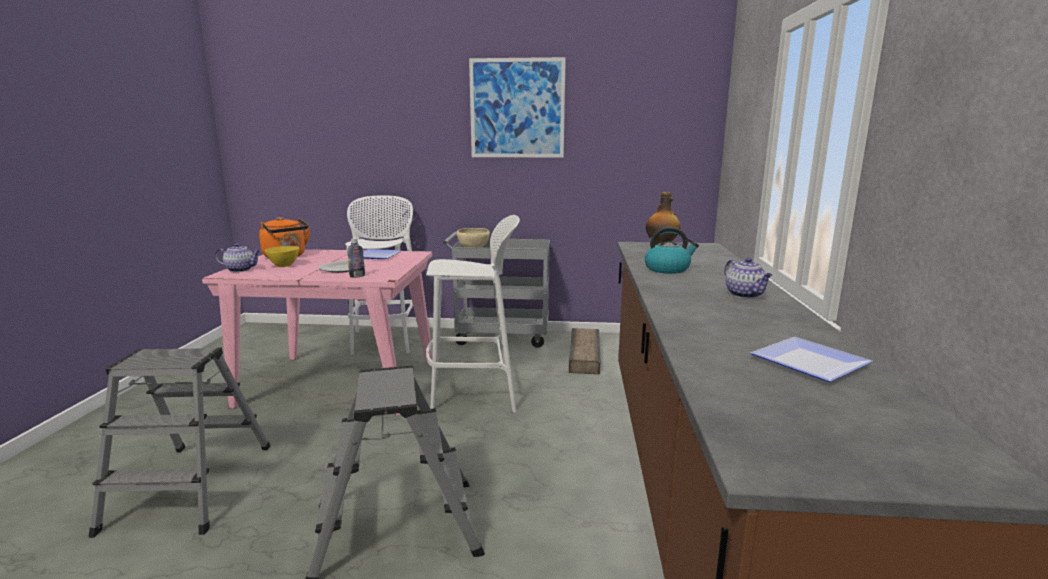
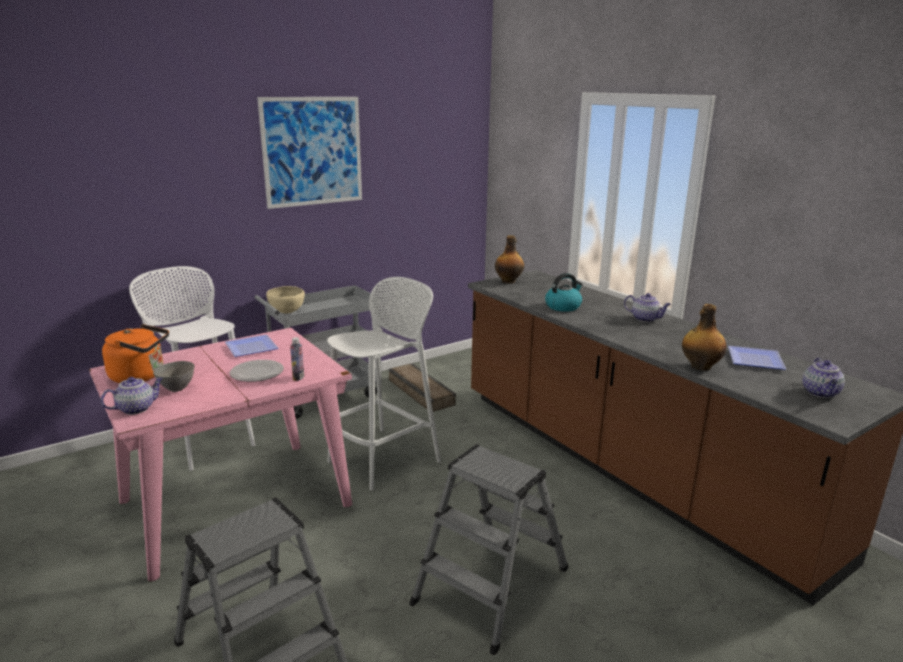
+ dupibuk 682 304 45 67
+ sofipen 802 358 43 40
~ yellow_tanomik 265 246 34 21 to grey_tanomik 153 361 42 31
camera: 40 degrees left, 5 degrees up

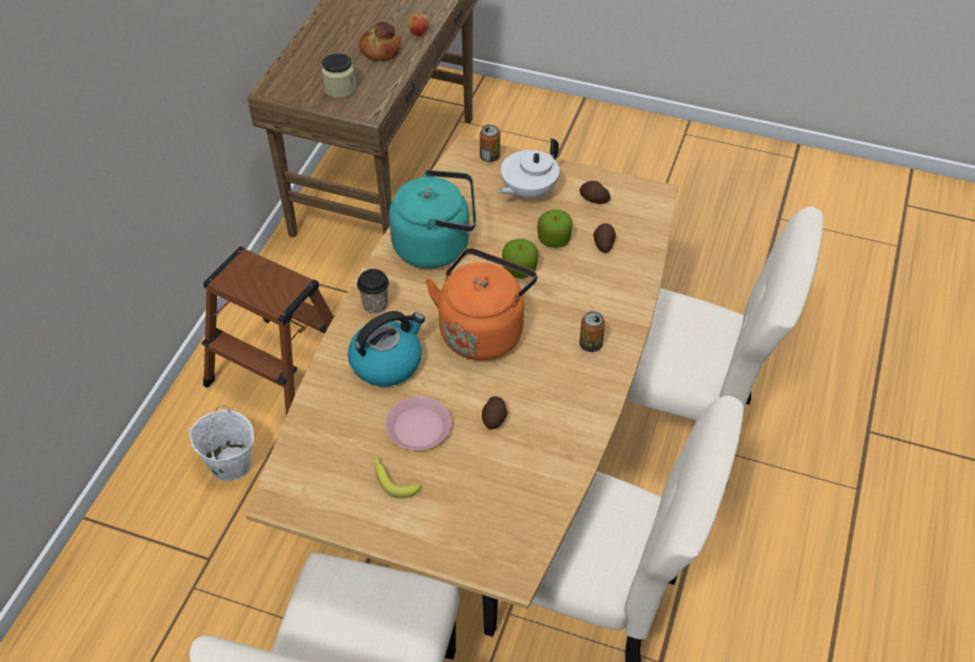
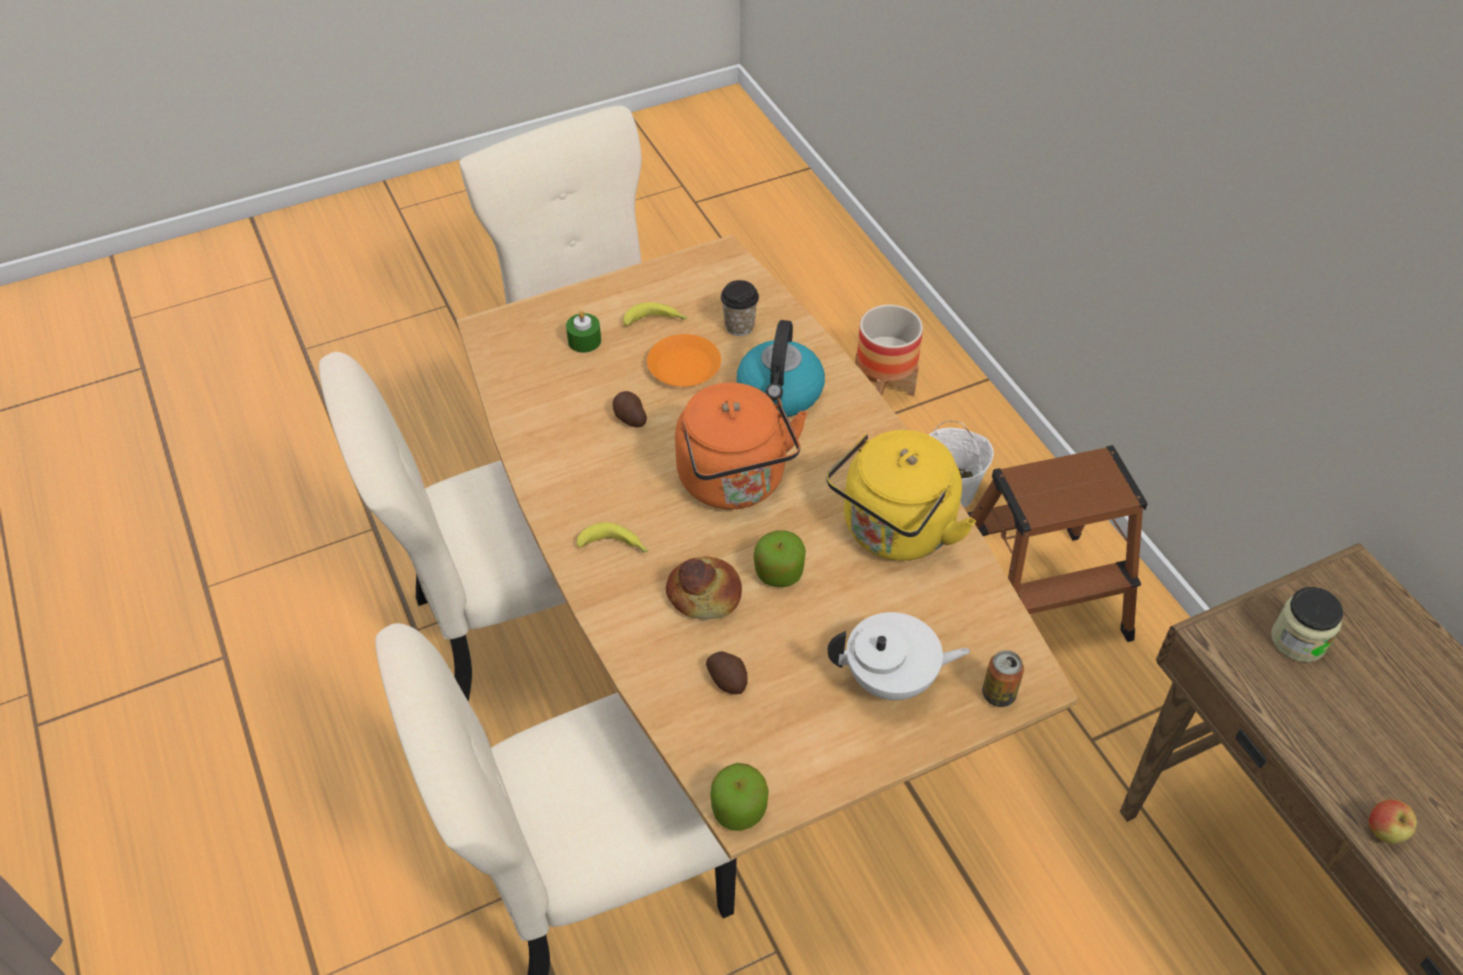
- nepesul 580 181 31 23
+ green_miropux 566 311 35 42
+ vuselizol 855 305 68 91
~ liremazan 357 269 32 45 to 721 280 38 56
~ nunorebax 359 22 41 39 to 666 557 76 63
~ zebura 537 210 36 38 to 710 763 59 68
~ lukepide 579 311 26 41 to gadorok 576 522 73 31
~ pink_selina 385 396 66 54 to orange_selina 647 334 74 53
~ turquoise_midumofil 389 169 87 99 to yellow_midumofil 826 430 150 131
~ white_sofipen 498 138 61 62 = 828 612 142 89 90 degrees clockwise
camera: 135 degrees right, 0 degrees up

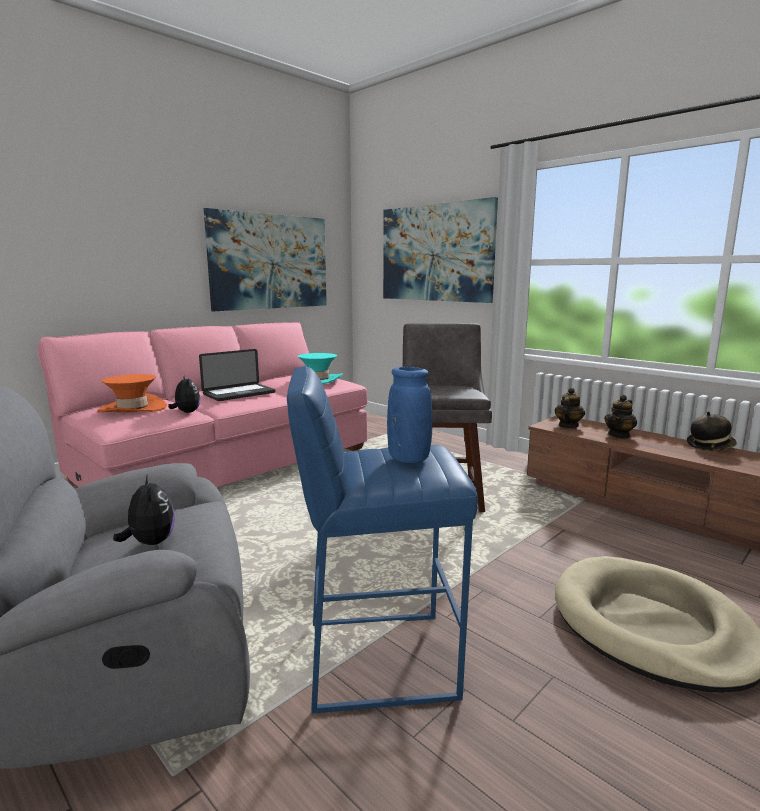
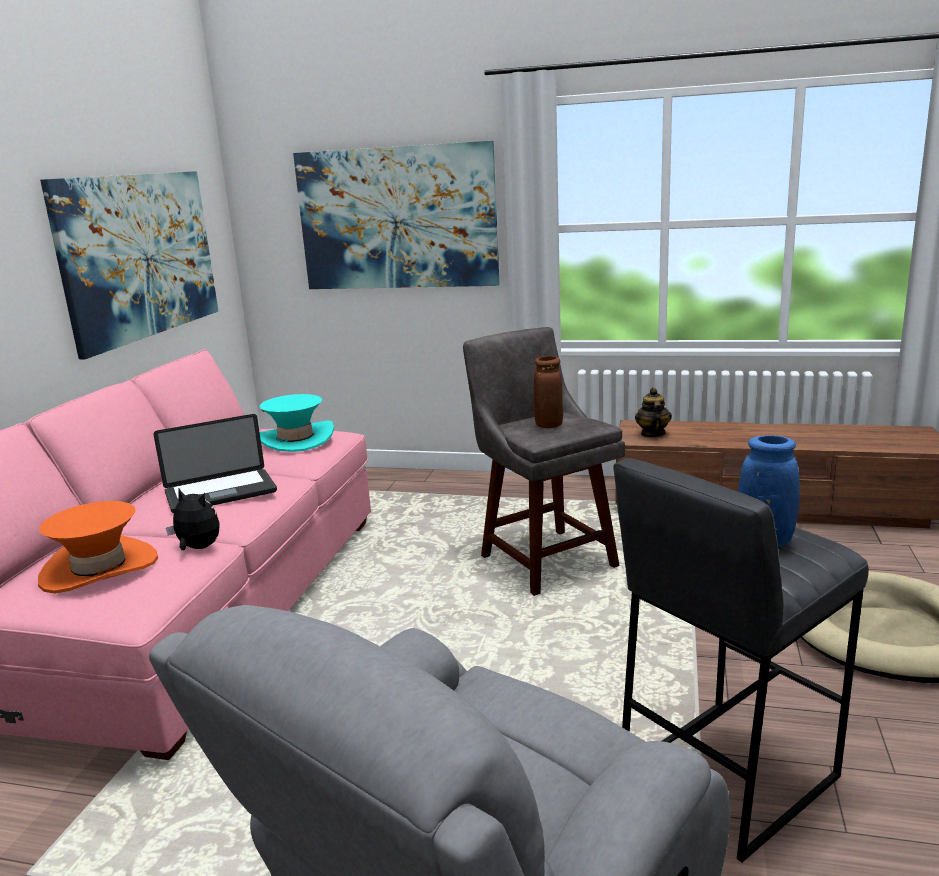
- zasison 113 474 62 71
- sofipen 604 395 33 43
- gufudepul 687 411 50 40
+ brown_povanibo 534 356 29 72
~ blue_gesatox 287 366 191 348 to grey_gesatox 614 458 255 404
~ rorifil 199 349 76 52 = 153 414 124 99 45 degrees clockwise
camera: 30 degrees left, 5 degrees up

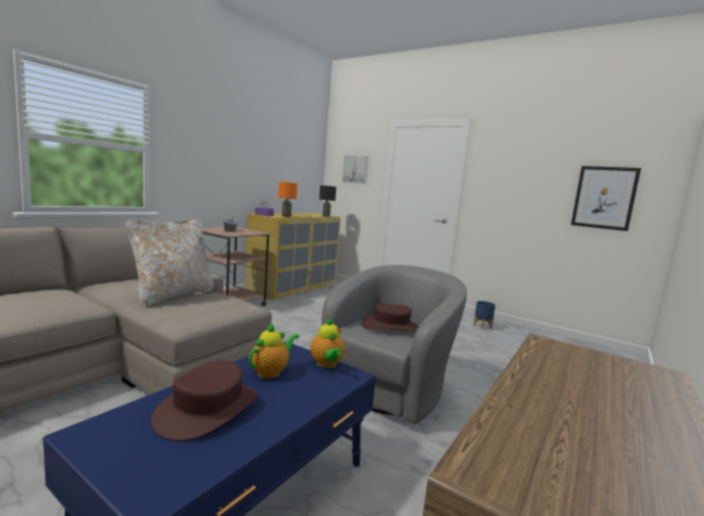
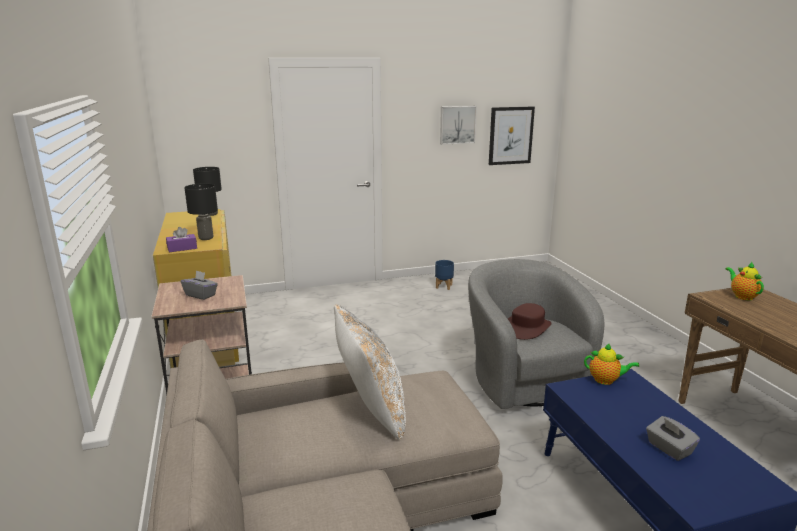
~ sofipen 248 323 51 55 to 726 262 38 38
~ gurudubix 342 155 27 29 to 440 106 37 39
~ brown_gufudepul 151 361 106 80 to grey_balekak 646 416 54 45
~ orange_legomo 278 182 20 35 to black_legomo 184 183 34 57
camera: 50 degrees left, 10 degrees up

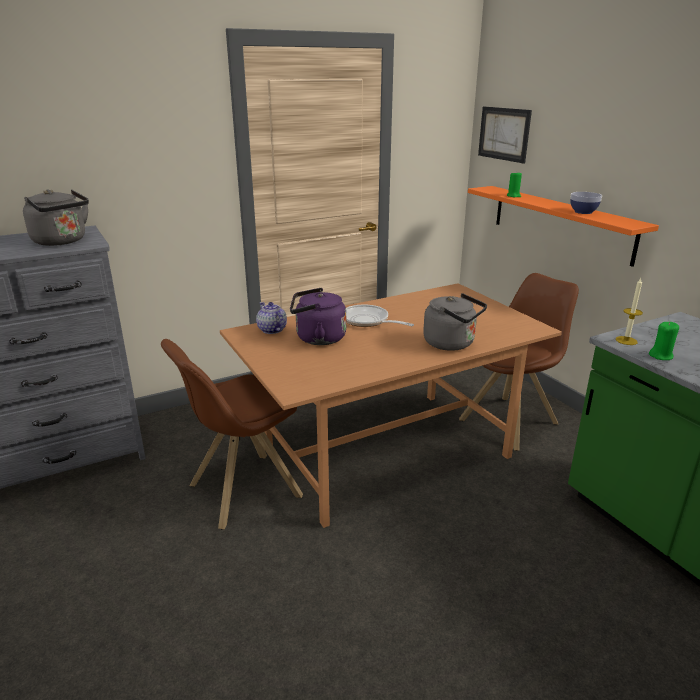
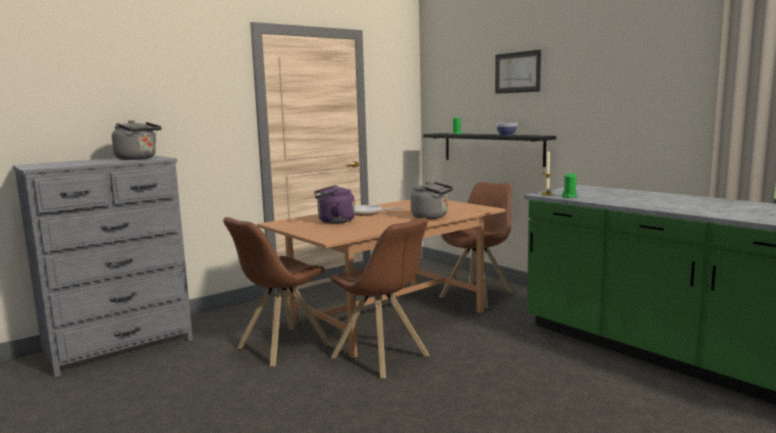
- sofipen 256 302 31 32
+ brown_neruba 330 217 100 162
~ gurudubix 478 107 54 57 to 495 50 46 44
~ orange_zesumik 468 186 191 81 to black_zesumik 423 133 133 34
camera: 10 degrees left, 15 degrees down

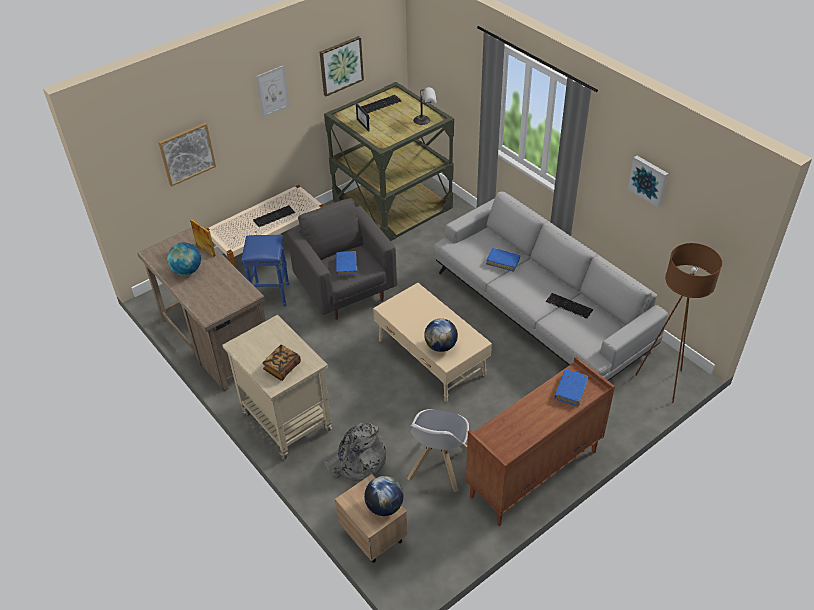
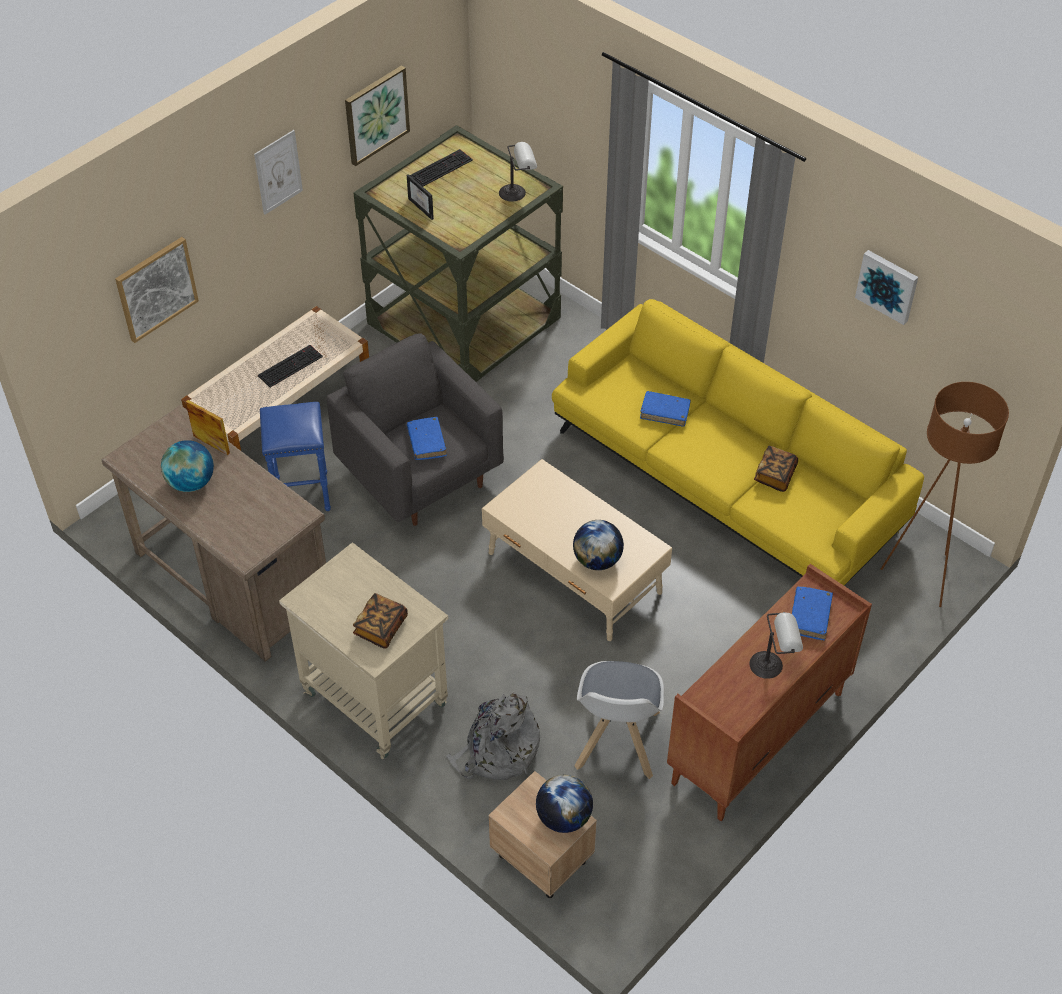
+ legomo 749 612 54 67
~ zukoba 546 293 47 26 to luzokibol 754 446 44 46
~ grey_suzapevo 433 192 235 189 to yellow_suzapevo 552 299 372 287
camera: 10 degrees left, 5 degrees up

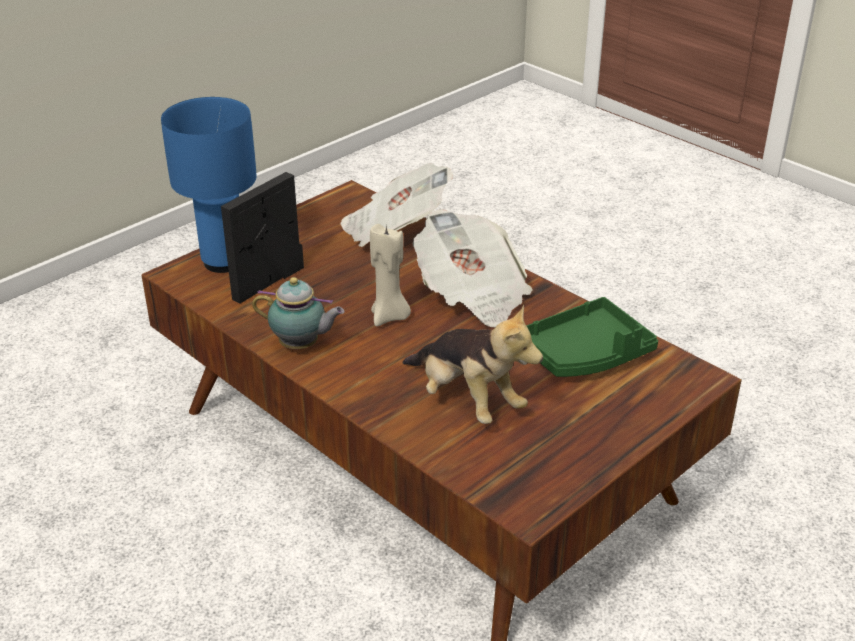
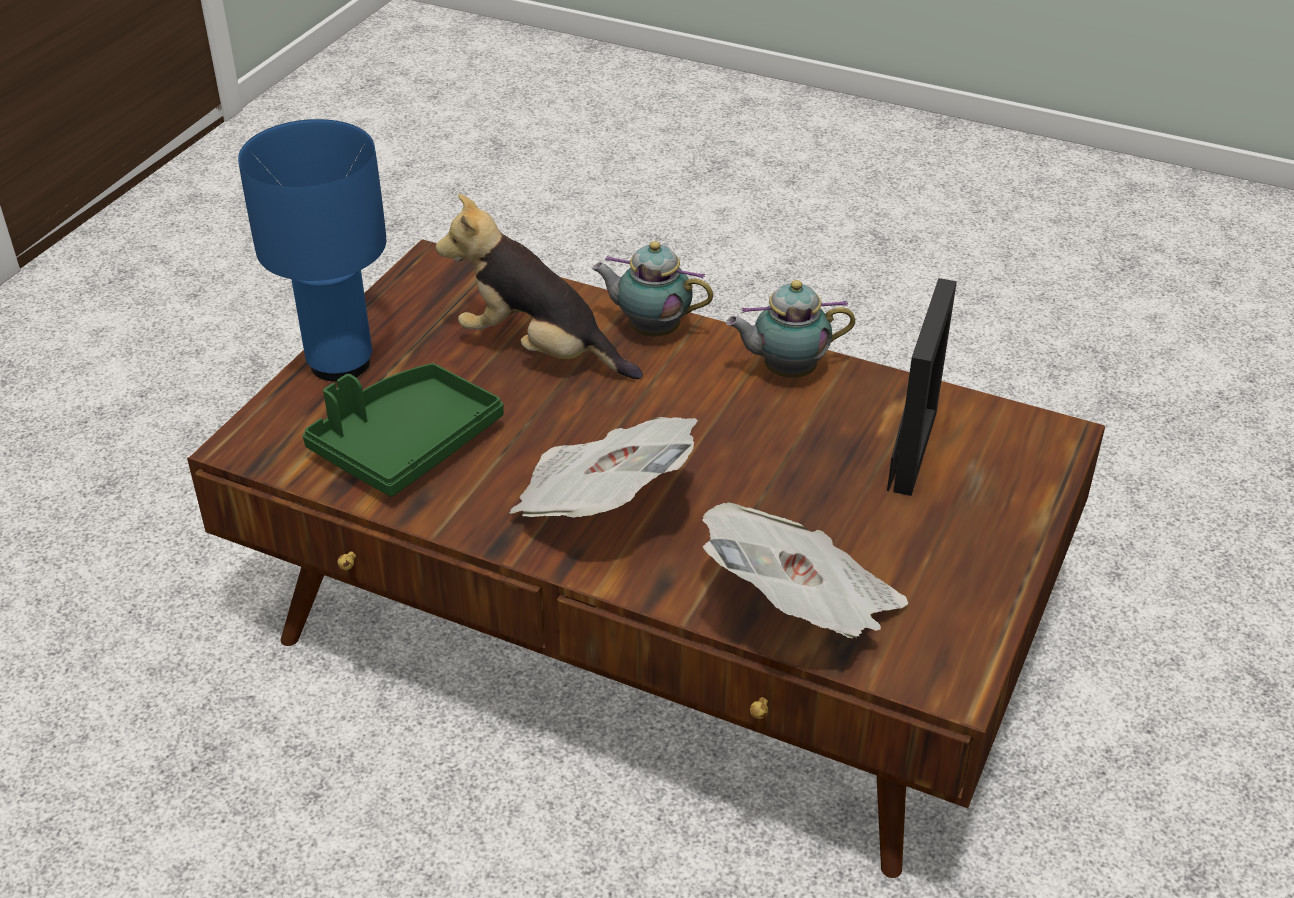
- beige_miropux 370 224 41 102
+ sofipen 592 241 121 95
~ blue_legomo 161 97 95 176 to 238 119 148 263
camera: 160 degrees right, 5 degrees up

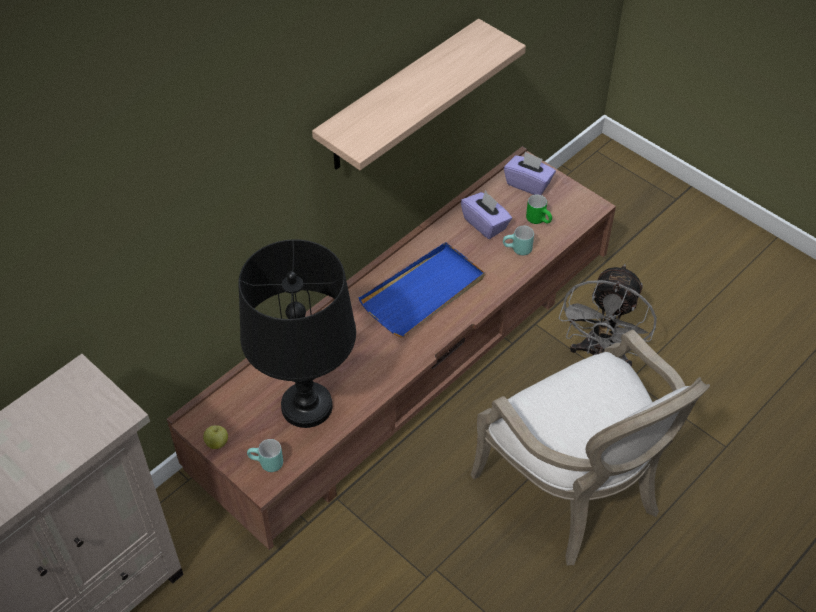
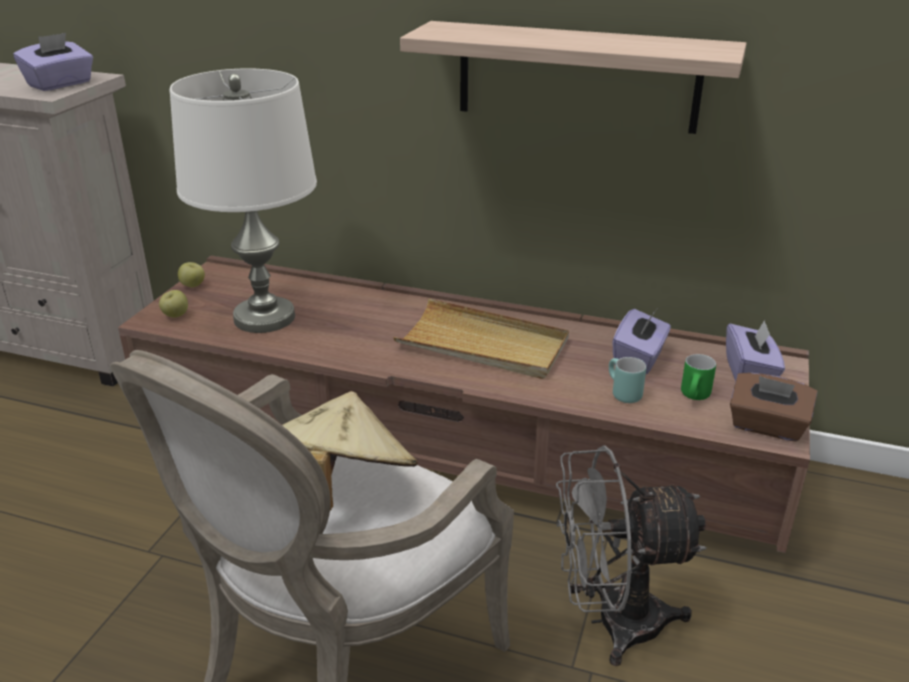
+ purple_balekak 13 33 80 58
+ beige_gufudepul 282 391 136 119
+ brown_balekak 730 373 87 69
~ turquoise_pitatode 247 439 36 33 to zebura 159 290 29 28
~ black_legomo 238 239 118 189 to white_legomo 170 68 147 265
~ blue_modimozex 358 242 127 95 to beige_modimozex 393 299 176 80
camera: 65 degrees right, 20 degrees down

